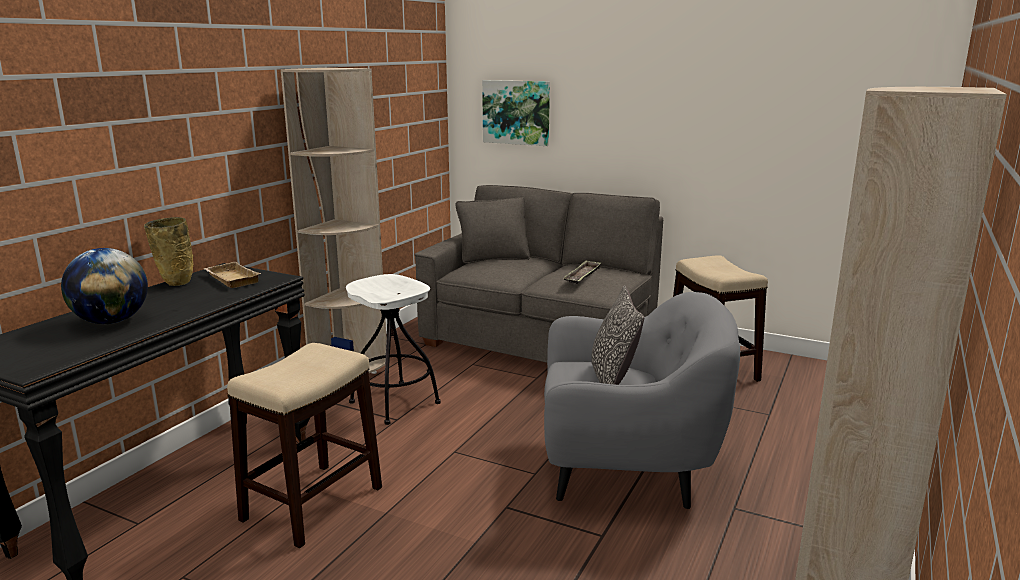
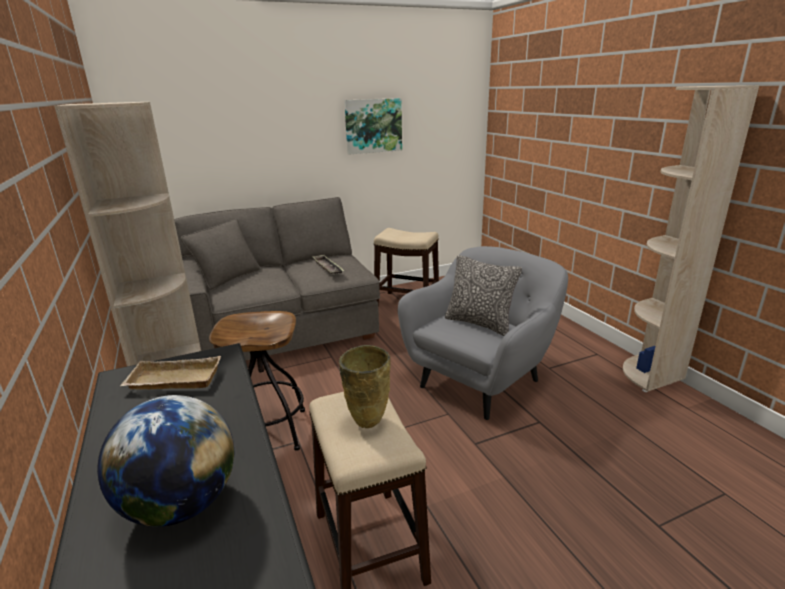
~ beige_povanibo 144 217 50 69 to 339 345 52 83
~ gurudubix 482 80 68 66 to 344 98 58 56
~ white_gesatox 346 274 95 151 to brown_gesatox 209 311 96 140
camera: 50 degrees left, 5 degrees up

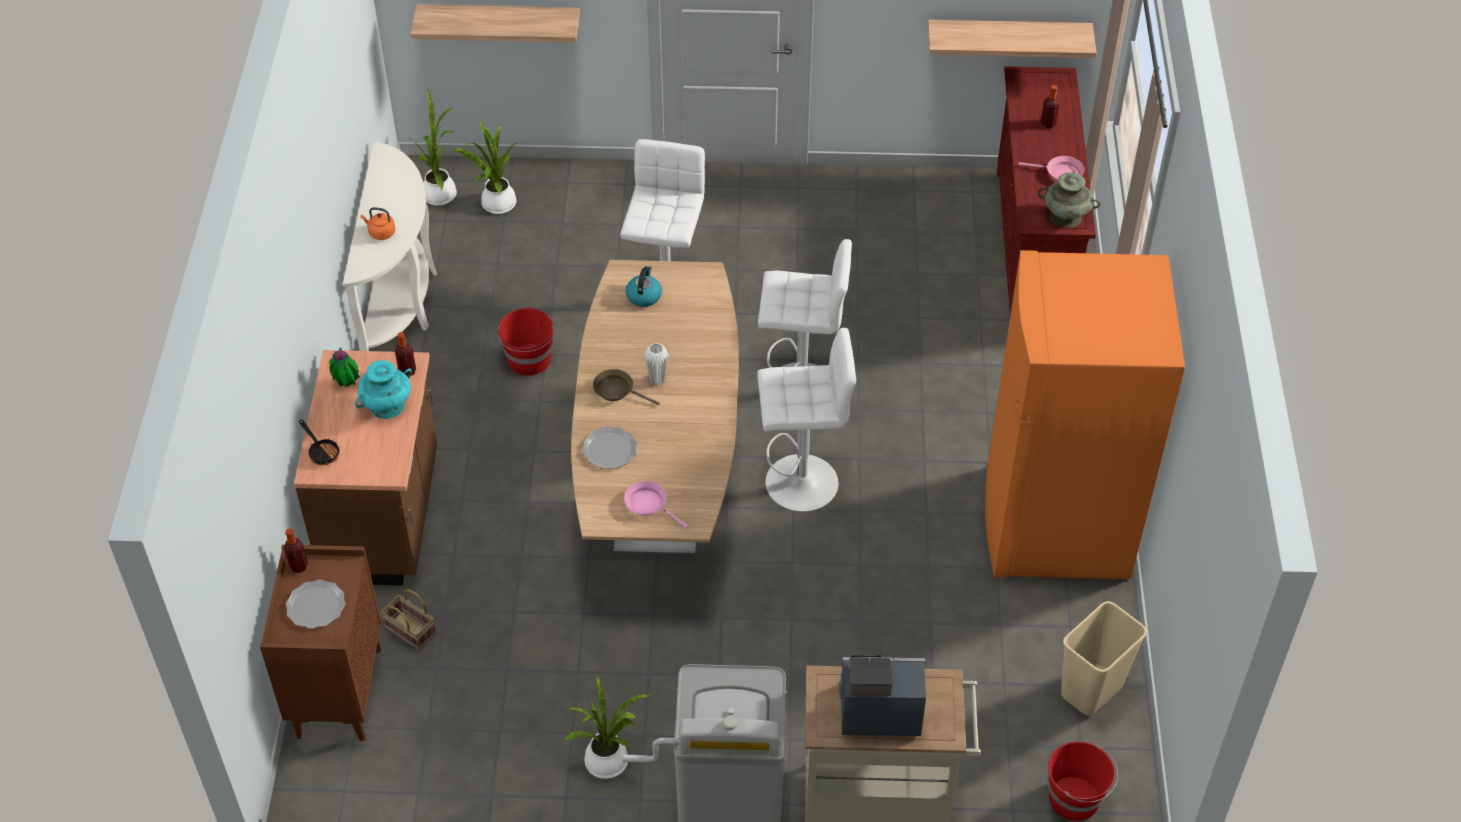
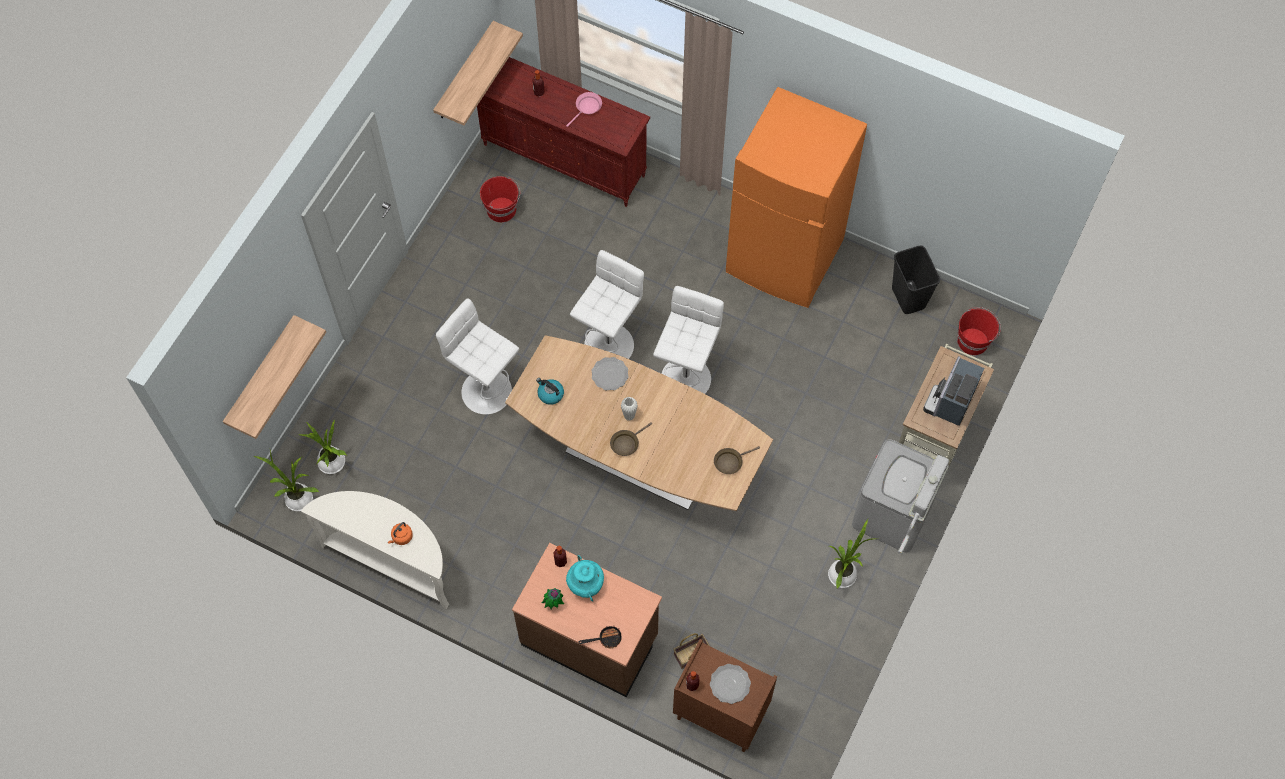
- turquoise_povanibo 1038 172 63 56
~ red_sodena 497 308 58 68 to 480 176 40 46
~ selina 582 426 55 43 to 592 357 37 34
~ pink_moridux 624 481 65 47 to brown_moridux 714 446 46 28
~ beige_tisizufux 1061 601 86 115 to black_tisizufux 892 246 48 68
camera: 65 degrees left, 15 degrees up

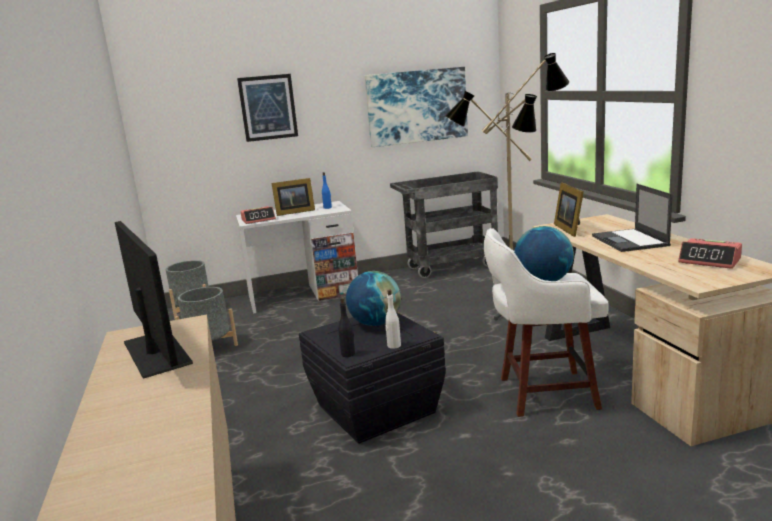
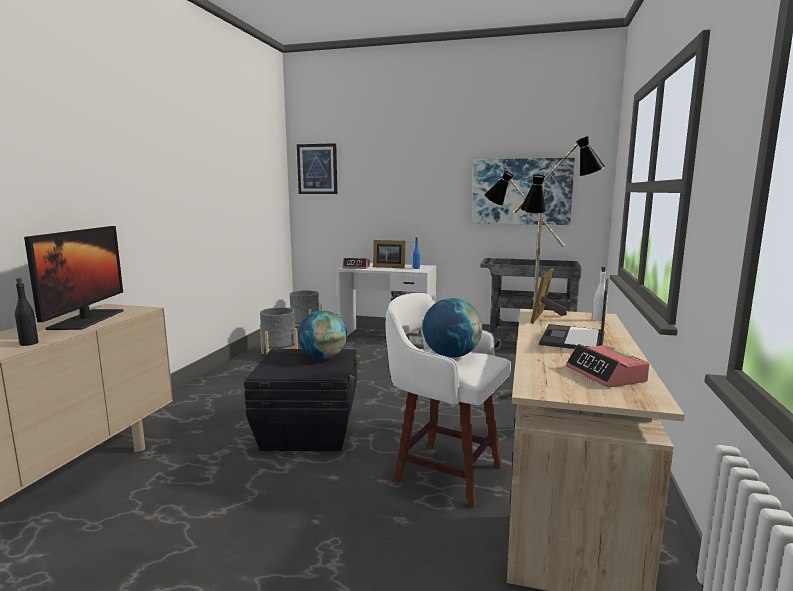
~ gurudubix 237 74 61 68 to 297 143 40 51
~ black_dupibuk 338 297 17 60 to 15 278 24 68
~ white_dupibuk 385 290 16 59 to 593 267 15 54
camera: 30 degrees right, 5 degrees down

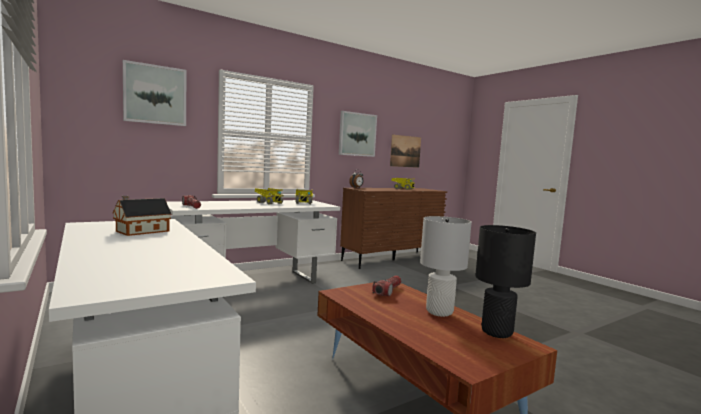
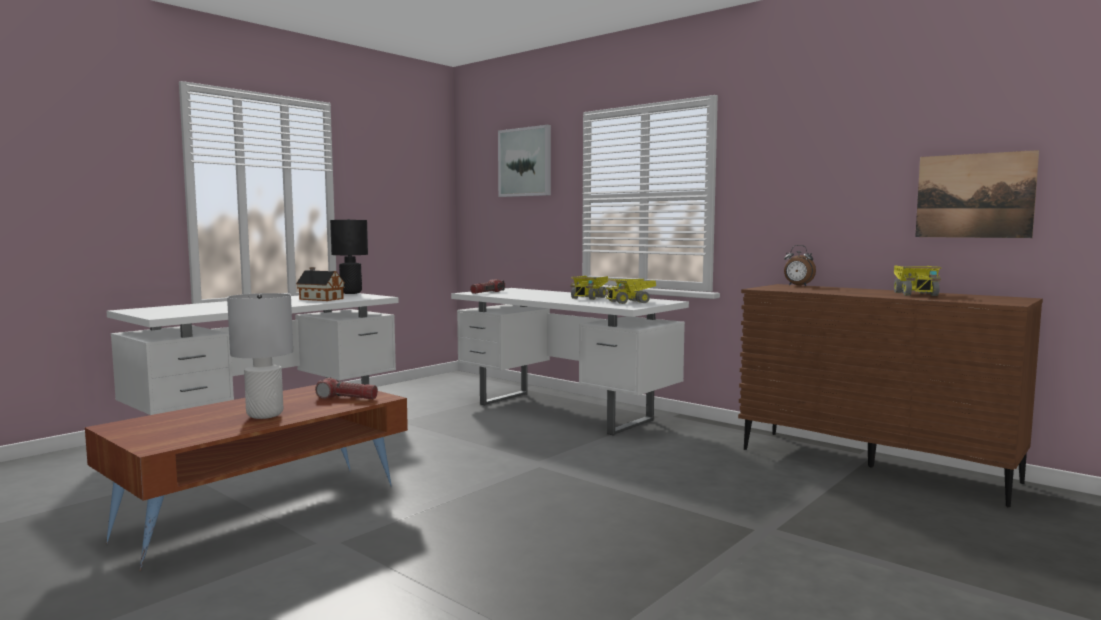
- gurudubix 339 111 38 46
~ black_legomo 475 225 61 113 to 330 219 38 75
camera: 75 degrees right, 0 degrees up

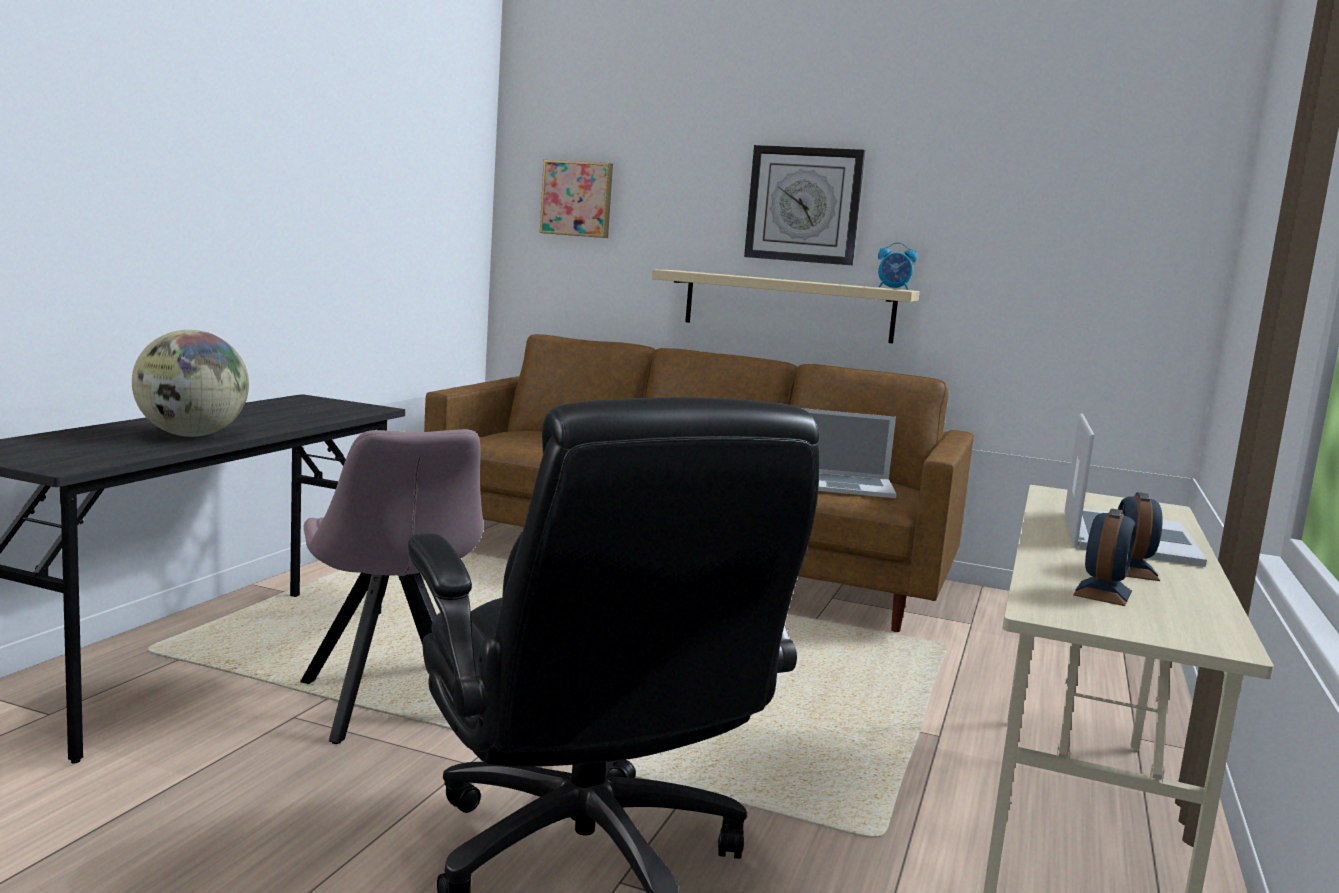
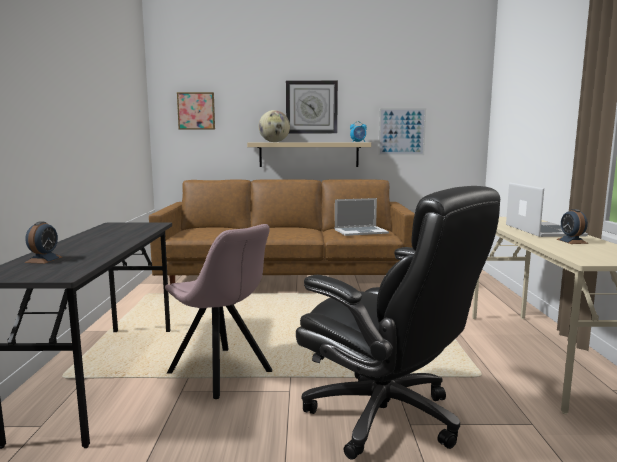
+ gurudubix 378 108 48 47
~ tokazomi 132 330 117 107 to 259 110 31 32
~ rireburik 1073 509 63 97 to 25 222 37 42
camera: 20 degrees left, 0 degrees up

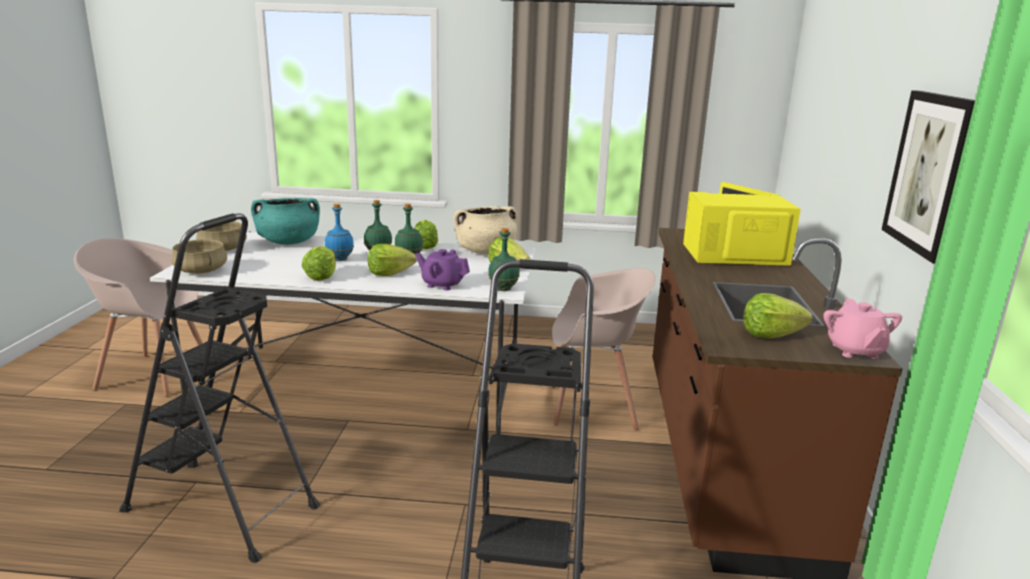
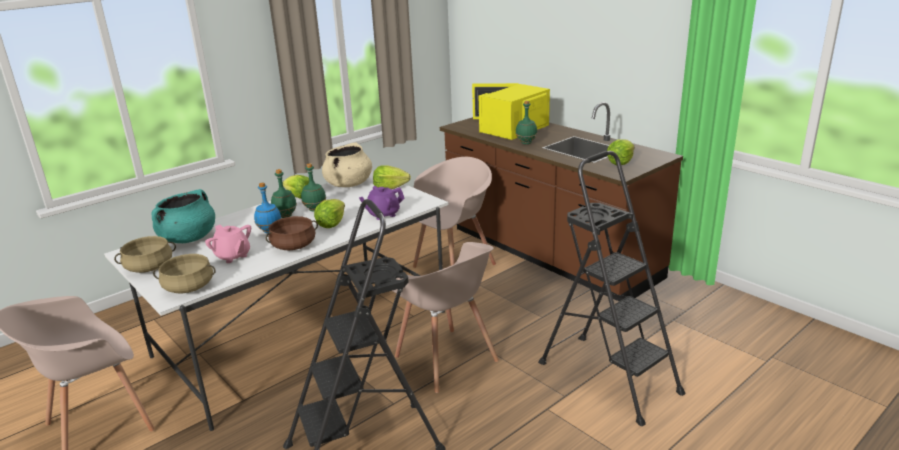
- gurudubix 881 90 94 174
+ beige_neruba 392 242 107 151
~ green_dupibuk 488 228 32 63 to 516 101 21 43
~ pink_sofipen 824 299 78 60 to 205 225 46 38
~ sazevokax 302 247 34 34 to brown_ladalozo 266 216 52 34
camera: 45 degrees left, 5 degrees up

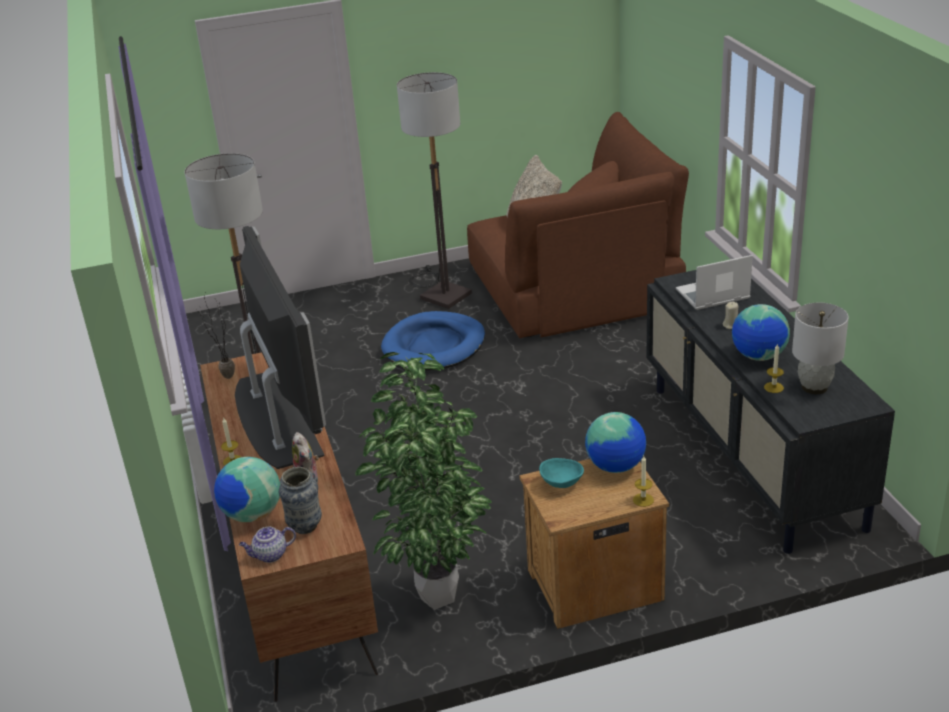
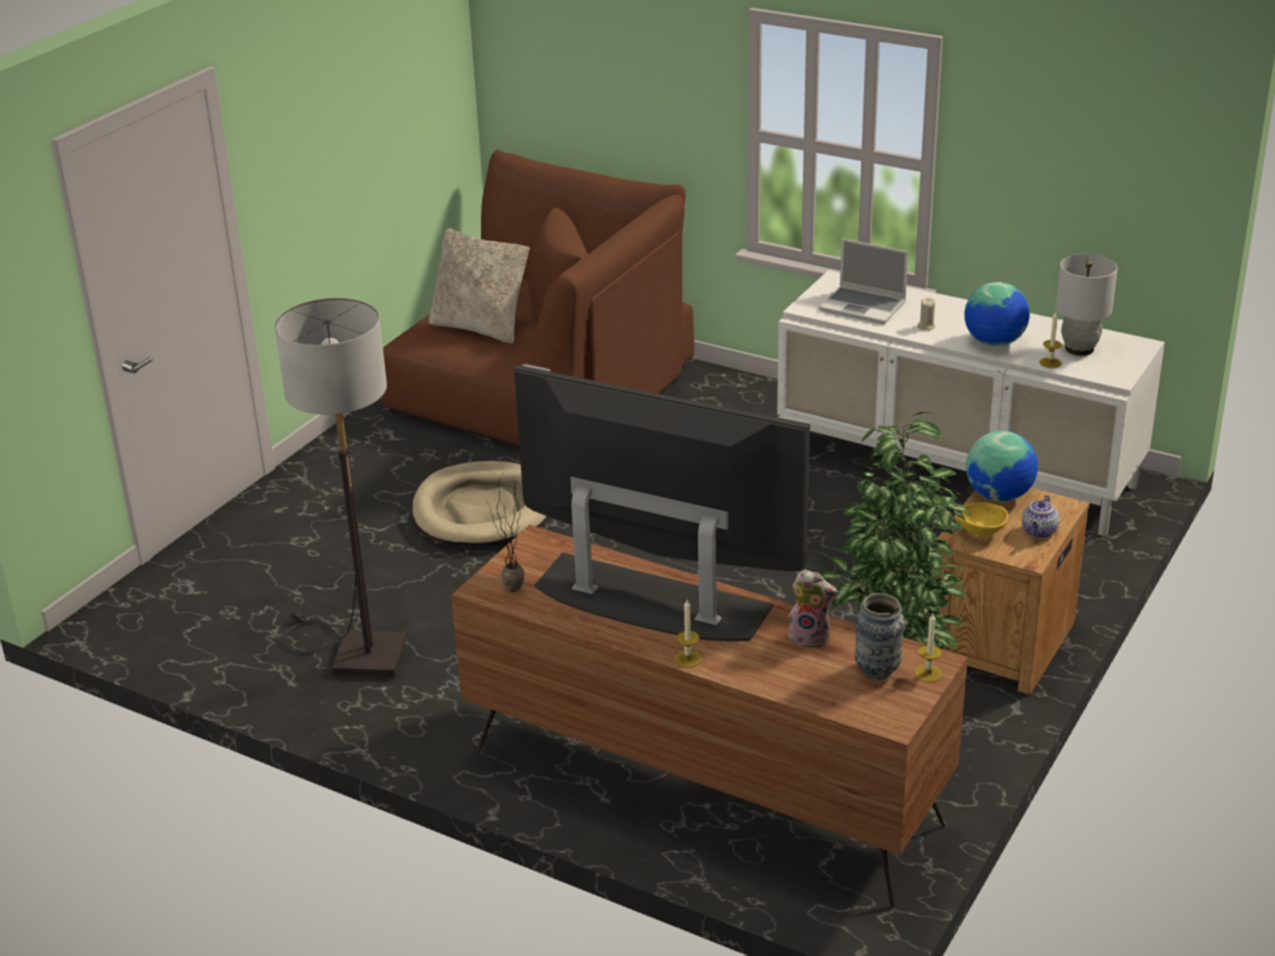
- tokazomi 214 457 66 65
- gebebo 397 72 75 237
~ sofipen 239 526 57 37 to 1022 495 38 43
~ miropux 633 456 21 51 to 915 613 28 69
~ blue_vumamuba 381 311 104 59 to beige_vumamuba 413 461 134 85
~ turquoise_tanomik 539 458 45 30 to yellow_tanomik 956 502 52 34
~ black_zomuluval 646 270 249 284 to white_zomuluval 777 270 388 266
~ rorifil 676 255 77 55 = 819 238 89 86 90 degrees counterclockwise
camera: 45 degrees left, 0 degrees up

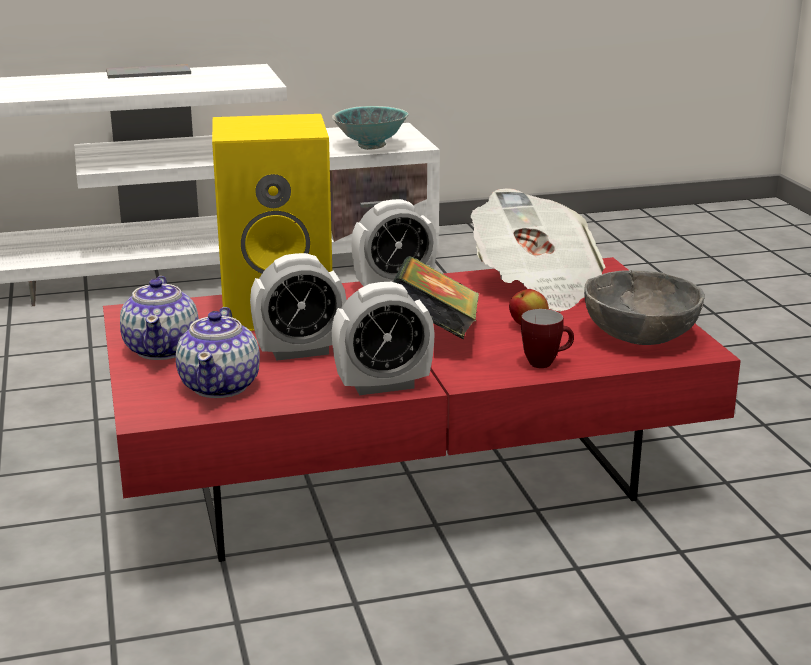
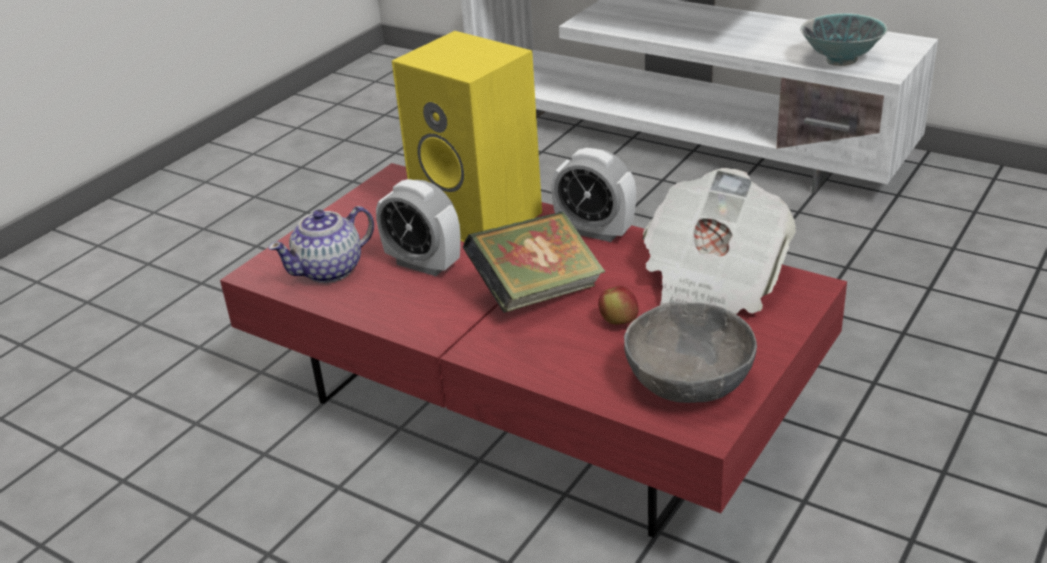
- sofipen 120 276 79 84
- rireburik 332 282 103 113
- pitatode 521 309 53 59
camera: 50 degrees right, 10 degrees up

